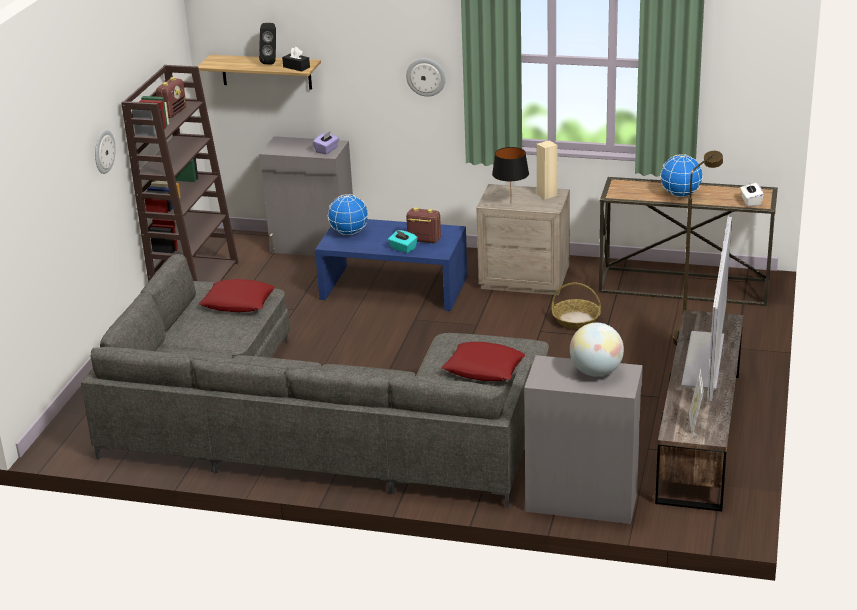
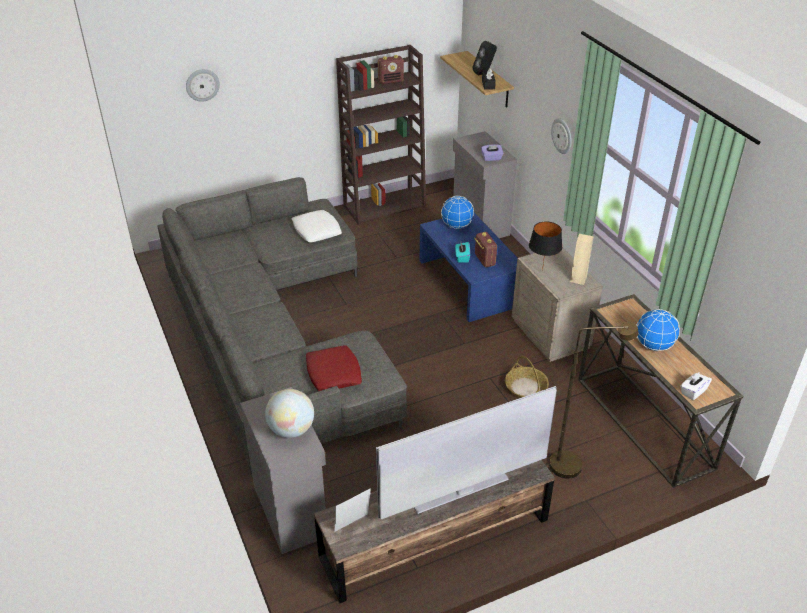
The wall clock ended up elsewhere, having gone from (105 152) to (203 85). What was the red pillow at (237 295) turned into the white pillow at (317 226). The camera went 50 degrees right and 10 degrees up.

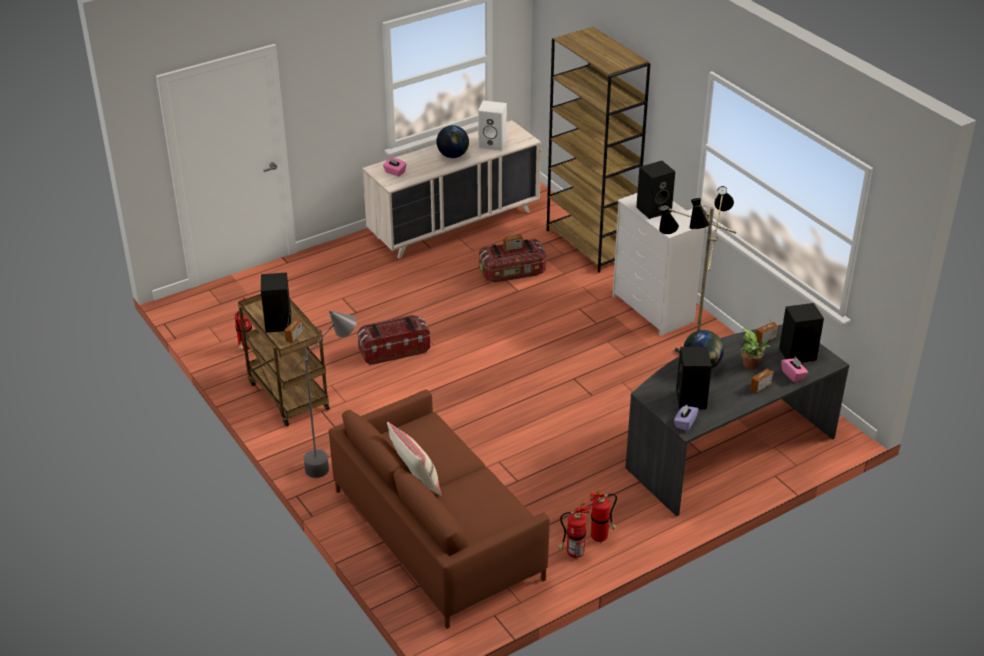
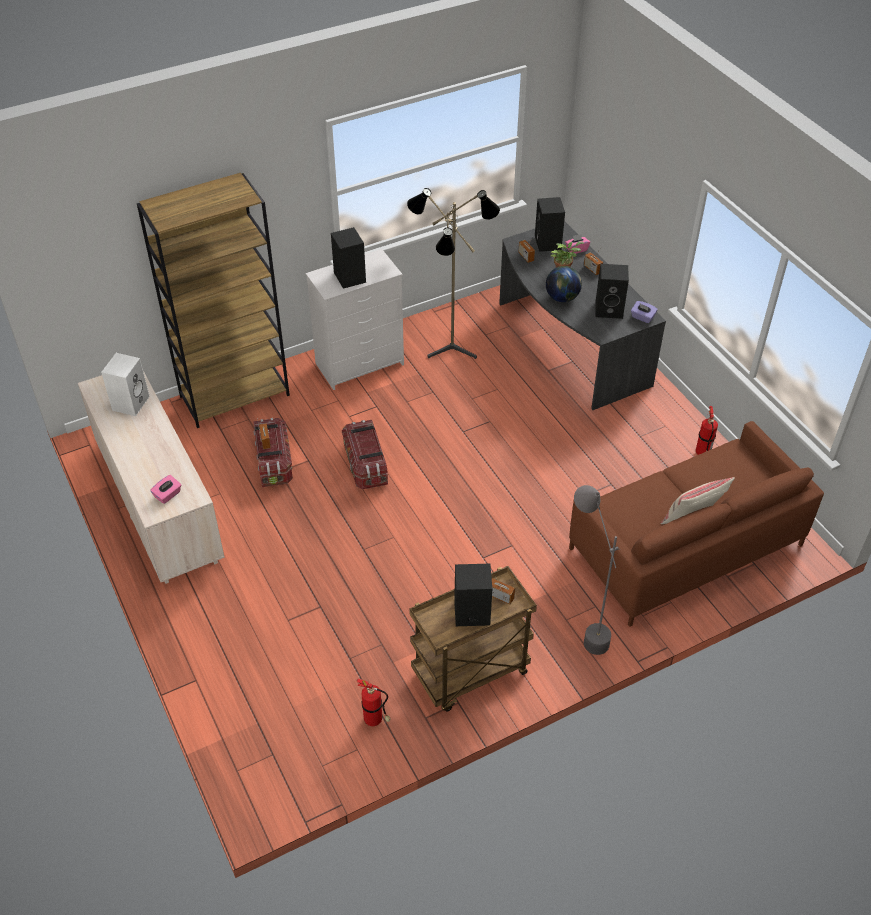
The storage box ended up elsewhere, having gone from (393 340) to (365 454). The second view lost the globe at (452 141). The second view lost the fire extinguisher at (603 516). The camera went 85 degrees left and 10 degrees up.

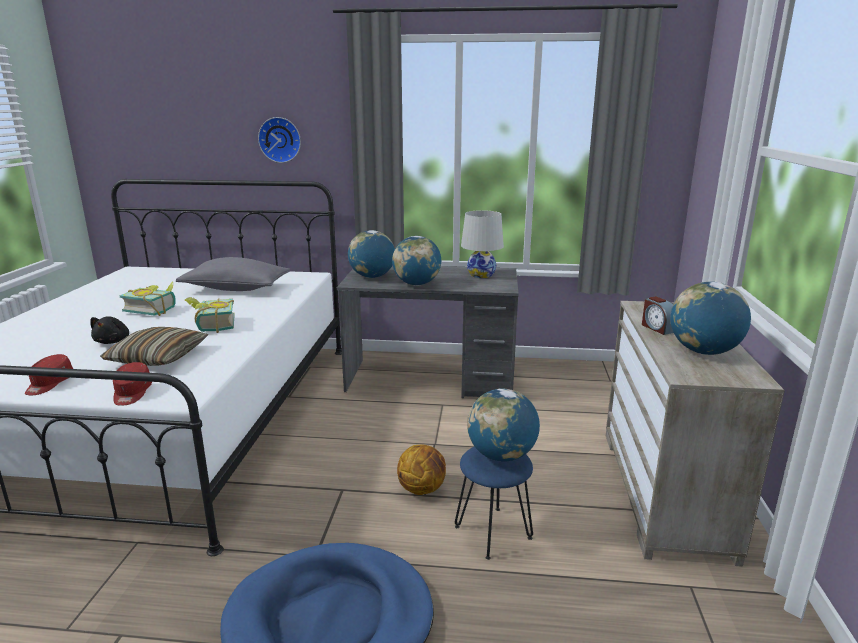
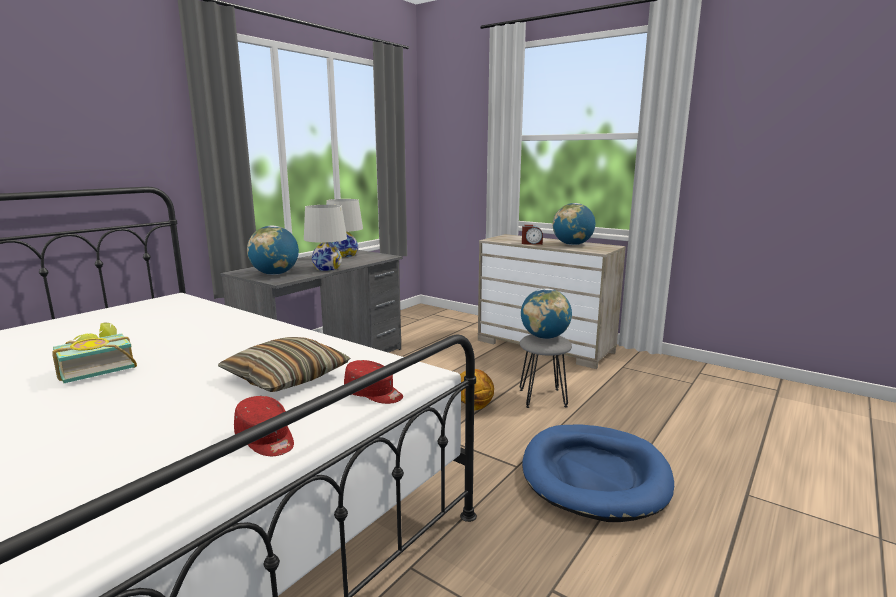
The second view lost the black plush toy at (109 330). The second view lost the grey pillow at (233 274). The second view lost the book at (210 315). The second view lost the wall clock at (279 140). Where the globe stood at (416 260), the white table lamp came to stand at (325 238). What was the blue stool at (494 503) turned into the grey stool at (546 371). The camera went 60 degrees left and 5 degrees down.

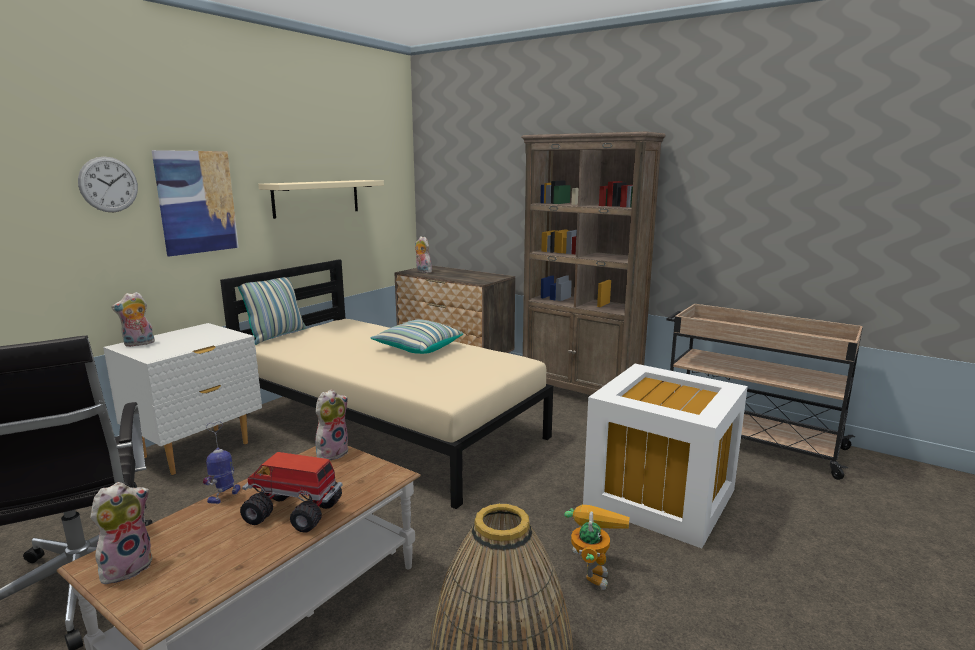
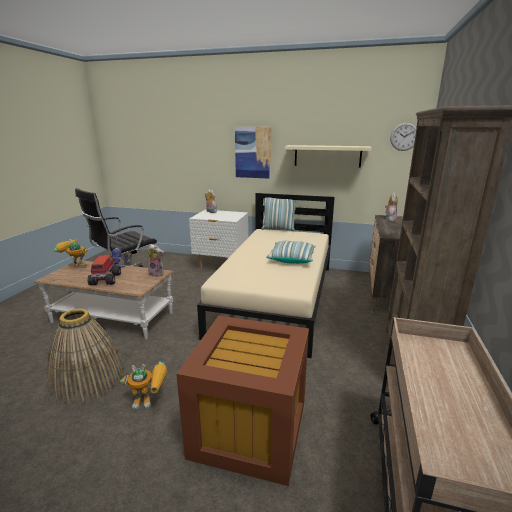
The wall clock ended up elsewhere, having gone from (108 184) to (403 136). Where the plush toy stood at (121 533), the toy robot came to stand at (70 252). What was the white storage box at (665 456) turned into the brown storage box at (242 401). The camera went 70 degrees right and 5 degrees up.

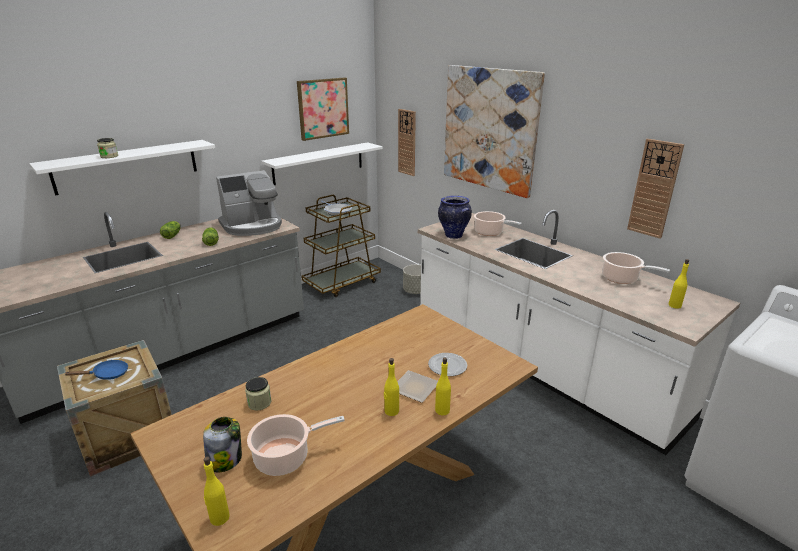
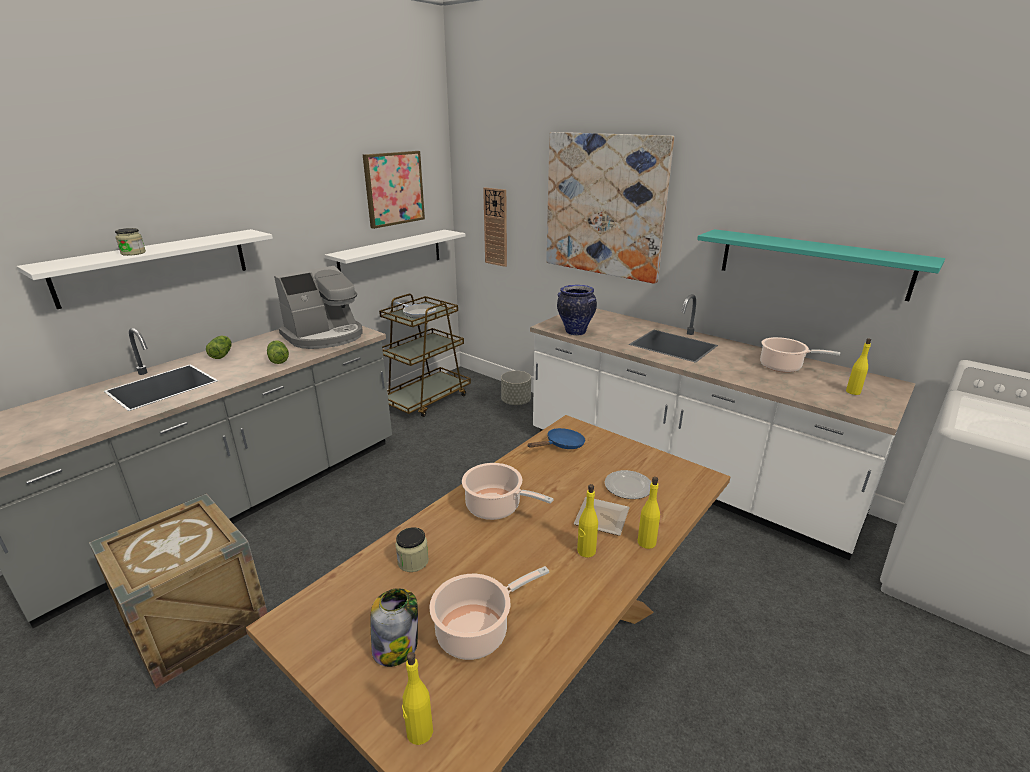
The blue frying pan ended up elsewhere, having gone from (96 370) to (556 438). The cooking pot ended up elsewhere, having gone from (498 223) to (507 491). Where the wall clock hung at (655 189), the turquoise shelf came to hang at (821 265). The camera went 10 degrees left and 0 degrees up.

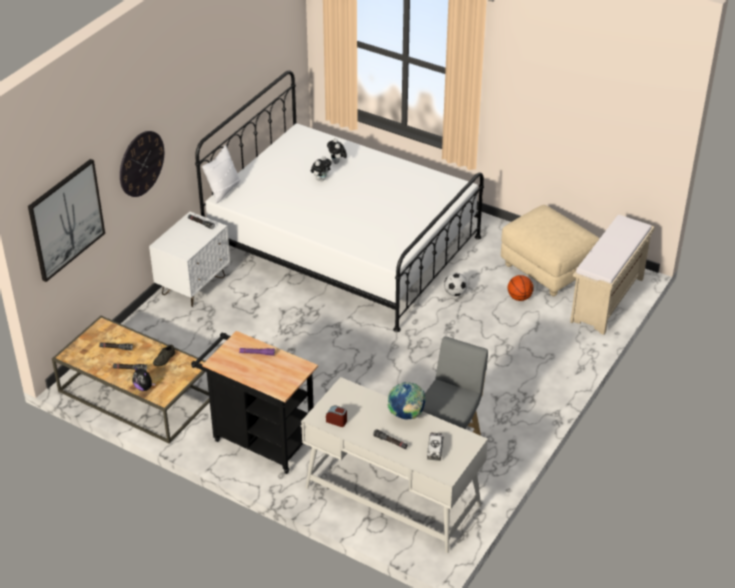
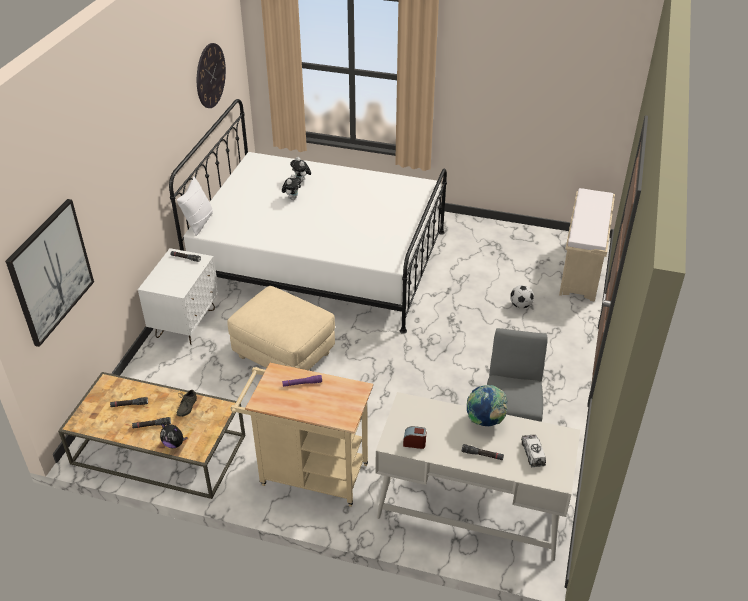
The wall clock ended up elsewhere, having gone from (142 164) to (211 75). What was the black cart at (254 402) turned into the beige cart at (302 435). The football ended up elsewhere, having gone from (456 284) to (522 297). The beige ottoman ended up elsewhere, having gone from (550 250) to (281 328). The second view lost the basketball at (521 288). The camera went 15 degrees left and 0 degrees up.

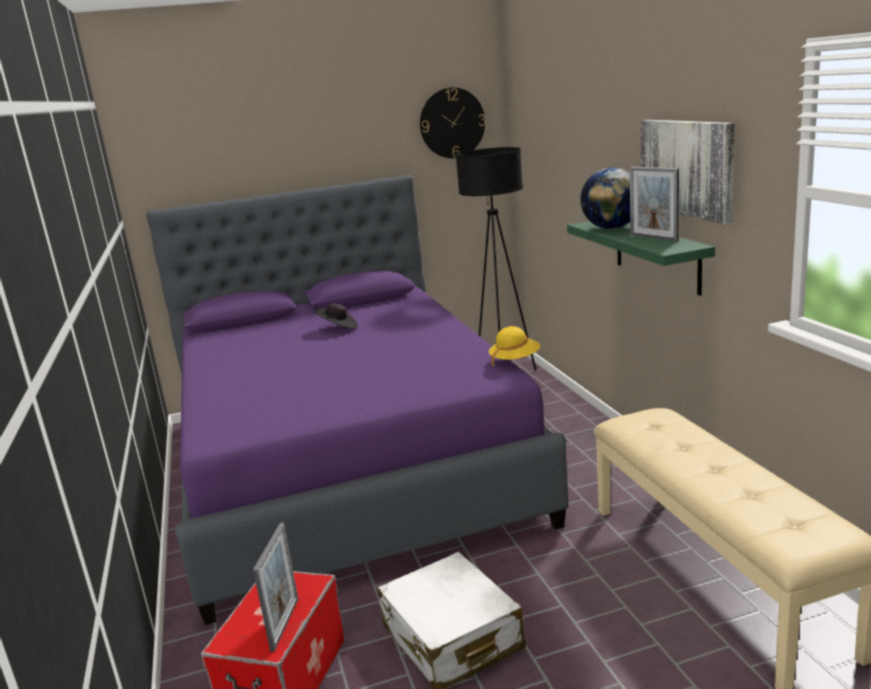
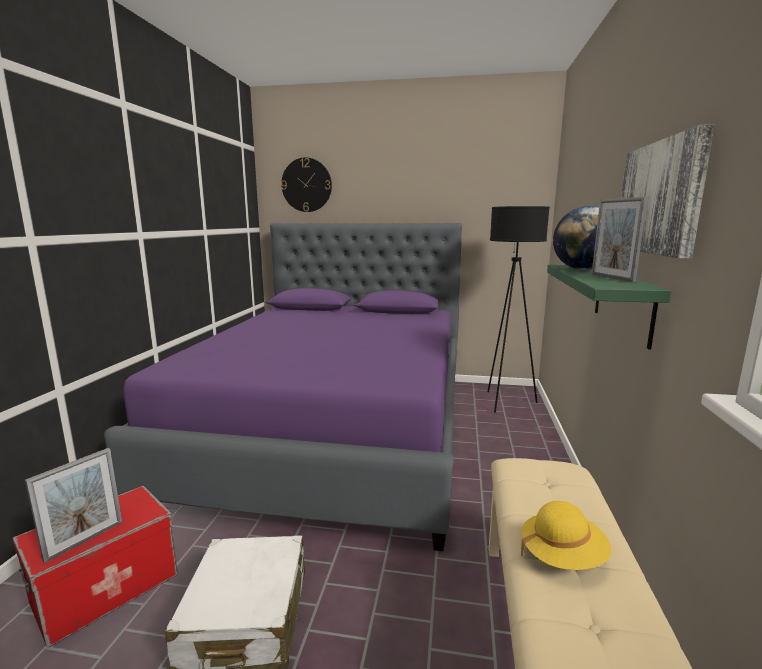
The second view lost the black hat at (336 316). The wall clock ended up elsewhere, having gone from (453 122) to (306 185). The yellow hat ended up elsewhere, having gone from (514 346) to (566 535). The camera went 25 degrees right and 5 degrees down.

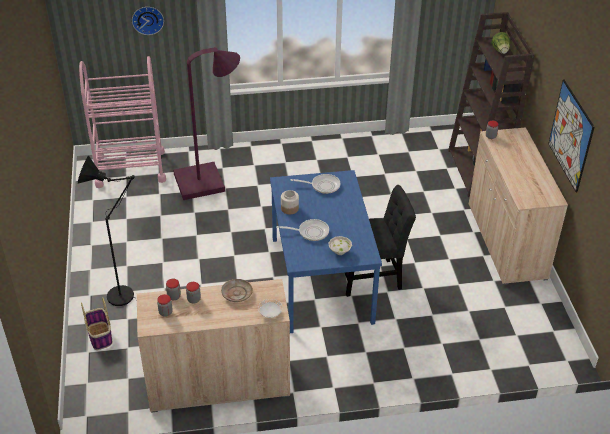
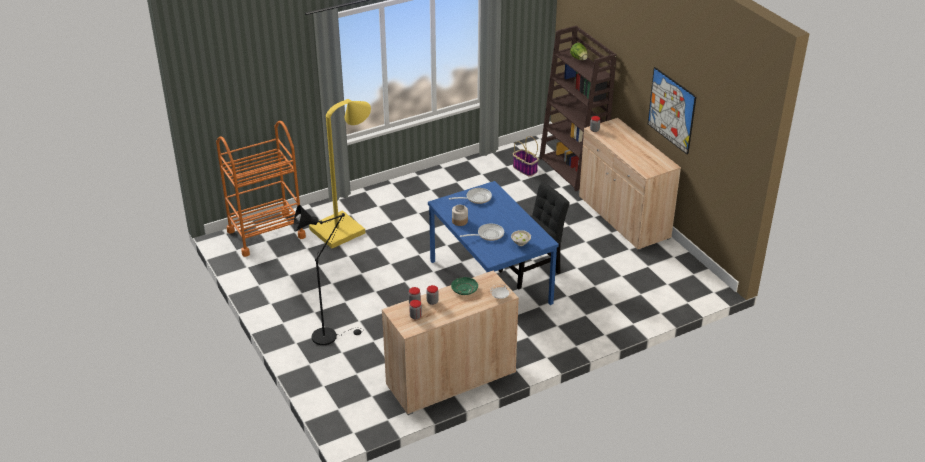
What was the pink cart at (122 122) turned into the orange cart at (261 189). The basket ended up elsewhere, having gone from (96 323) to (526 156). The second view lost the wall clock at (148 21). What was the purple floor lamp at (206 123) turned into the yellow floor lamp at (340 173). What was the beige plate at (237 290) turned into the green plate at (464 286). The camera went 20 degrees left and 5 degrees down.

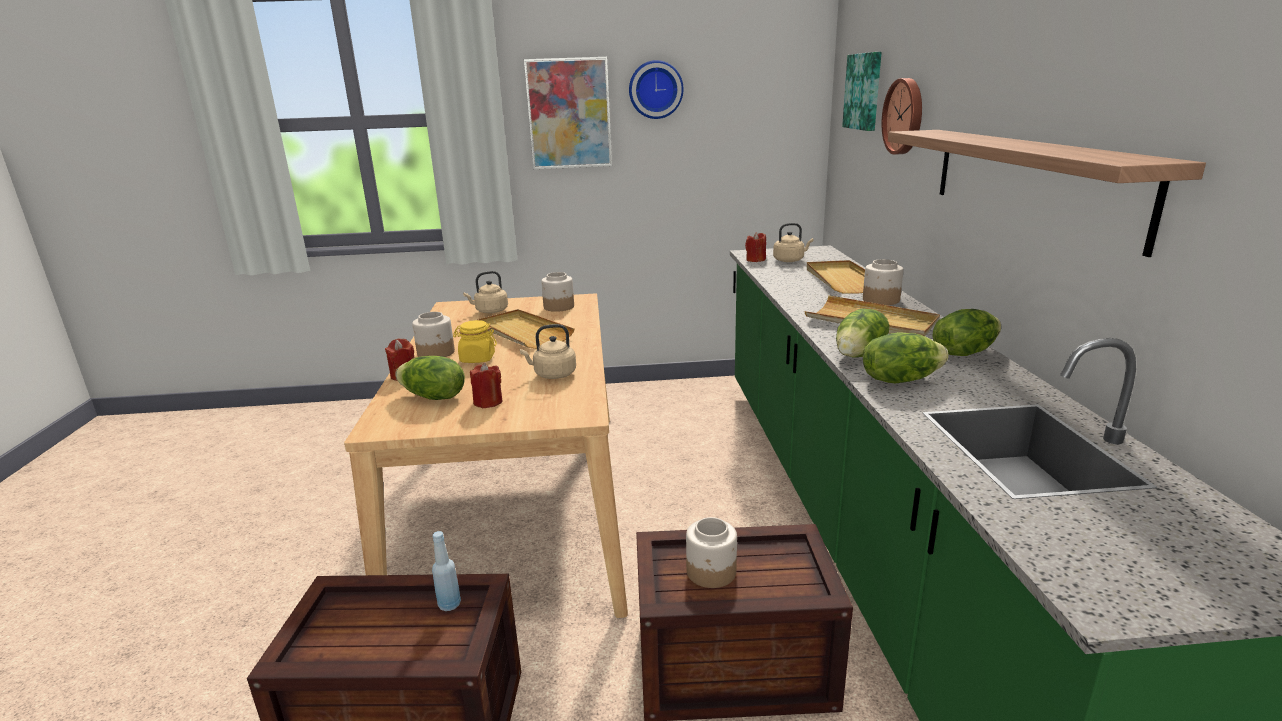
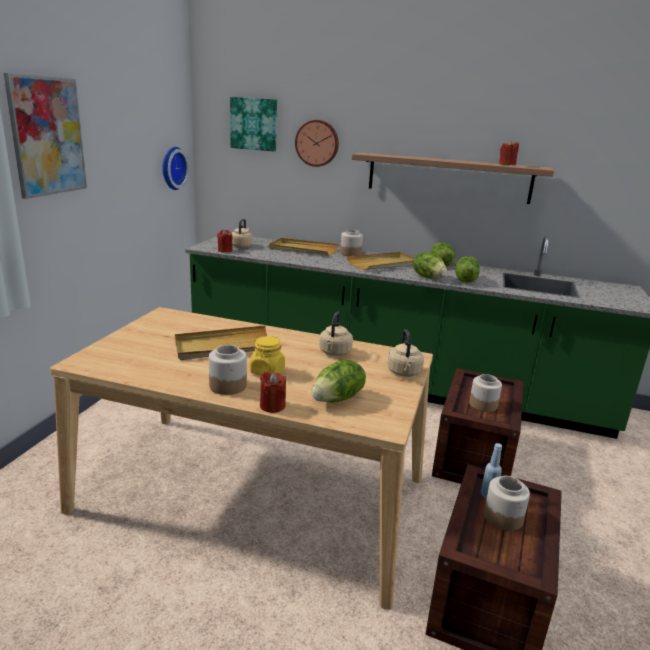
The beige kettle ended up elsewhere, having gone from (485 292) to (405 353). The red candle ended up elsewhere, having gone from (486 385) to (509 152). The jar ended up elsewhere, having gone from (557 292) to (507 503). The wall clock ended up elsewhere, having gone from (656 89) to (175 168). The camera went 70 degrees left and 0 degrees up.

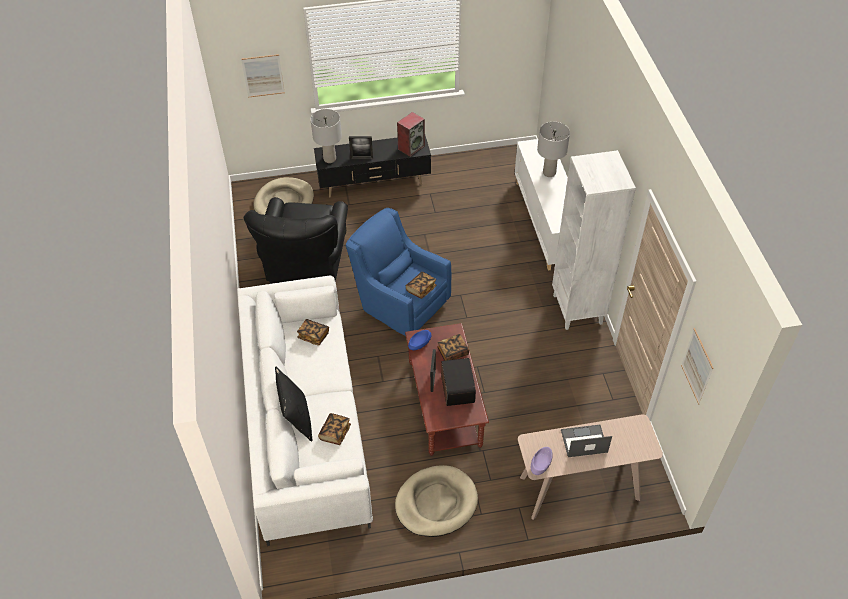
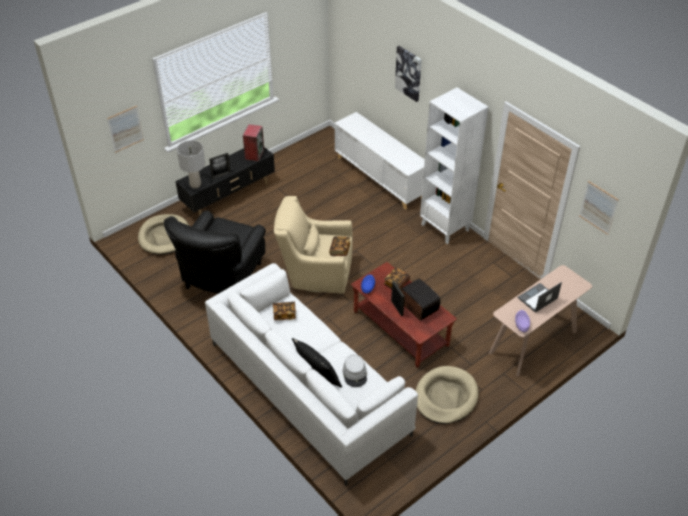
The black armchair at (296 240) ended up facing another way, 45 degrees clockwise from before. Where the book stood at (334 429), the grey hat came to stand at (355 370). What was the blue armchair at (398 272) turned into the beige armchair at (313 245). The second view lost the grey table lamp at (553 149). The second view gained the picture at (408 74). The camera went 30 degrees left and 5 degrees down.

